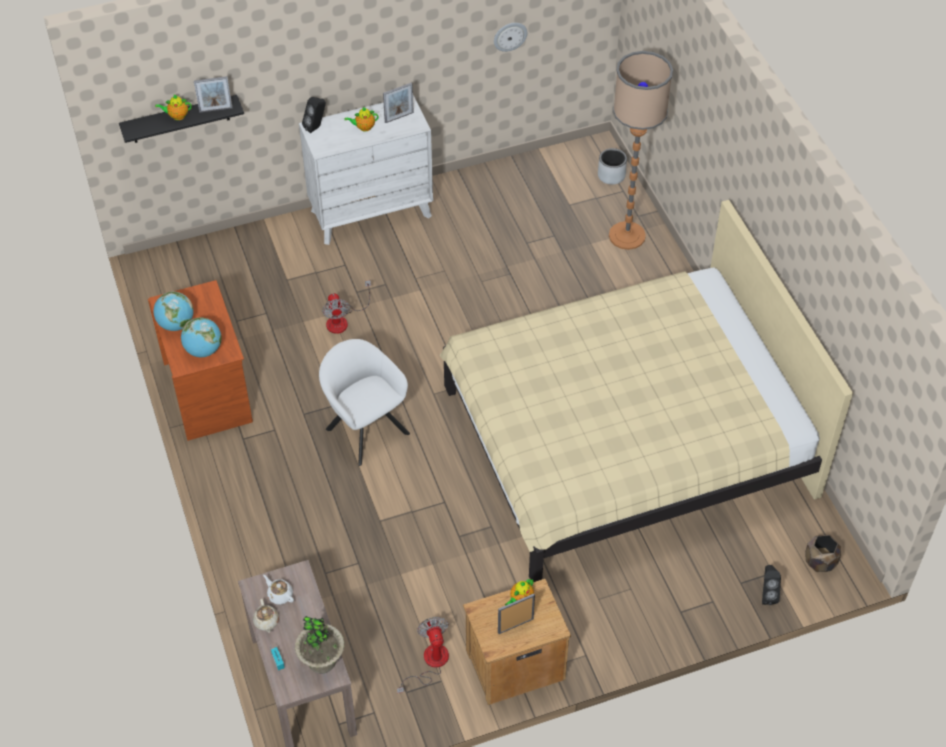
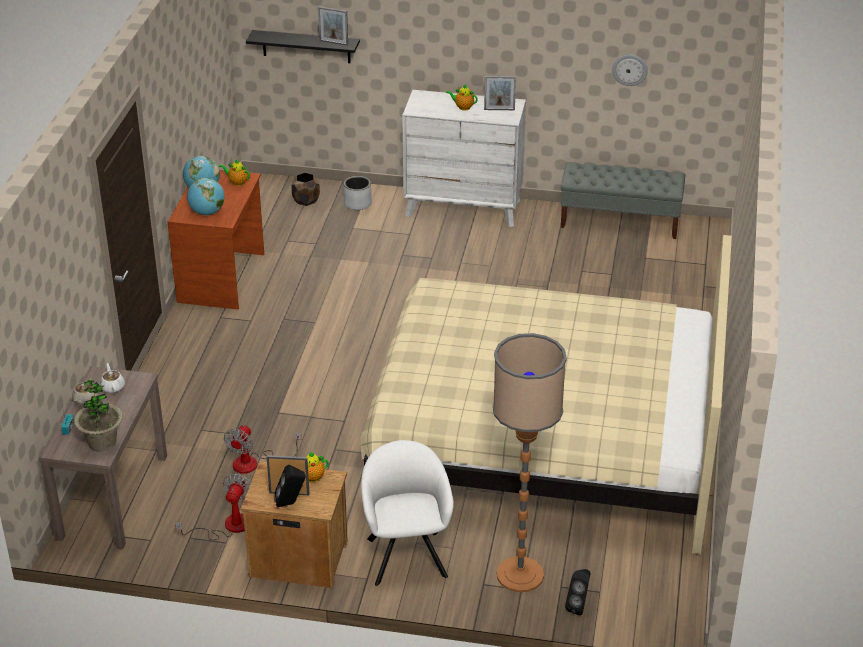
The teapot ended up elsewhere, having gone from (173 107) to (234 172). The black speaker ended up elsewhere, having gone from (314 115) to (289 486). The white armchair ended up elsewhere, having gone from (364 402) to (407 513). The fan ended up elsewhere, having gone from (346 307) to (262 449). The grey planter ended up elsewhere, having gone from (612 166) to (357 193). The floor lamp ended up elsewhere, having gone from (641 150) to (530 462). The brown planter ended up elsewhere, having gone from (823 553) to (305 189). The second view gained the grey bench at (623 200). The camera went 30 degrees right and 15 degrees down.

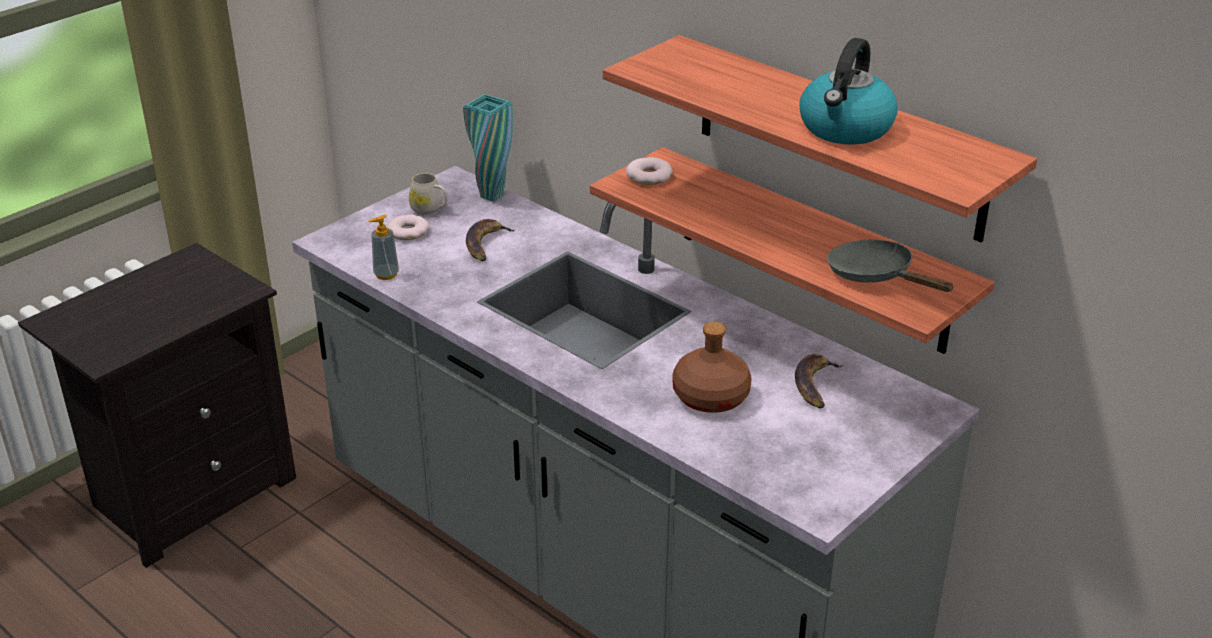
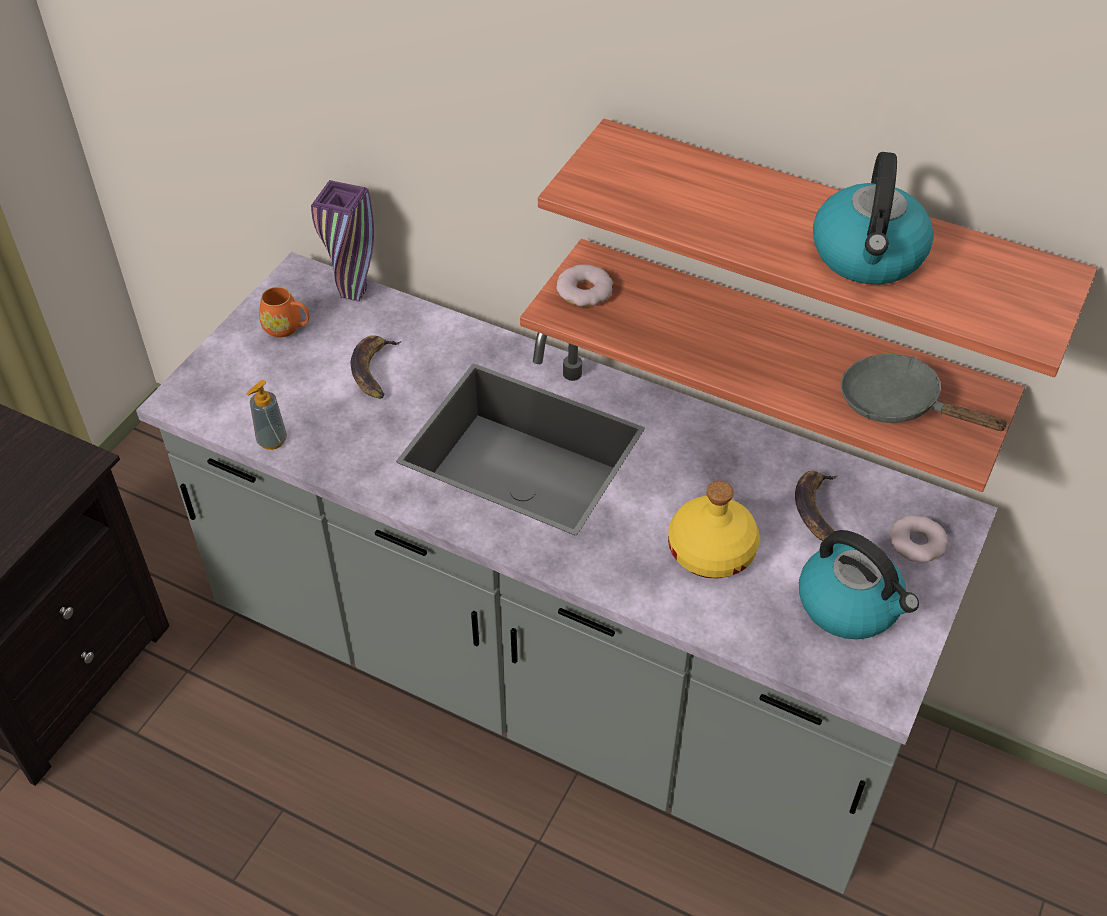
The donut ended up elsewhere, having gone from (408 227) to (918 539). What was the white mug at (428 194) turned into the orange mug at (284 312). What was the turquoise vase at (488 148) turned into the purple vase at (342 240). What was the brown bottle at (712 367) turned into the yellow bottle at (714 530). The second view gained the kettle at (859 584). The camera went 15 degrees left and 15 degrees up.

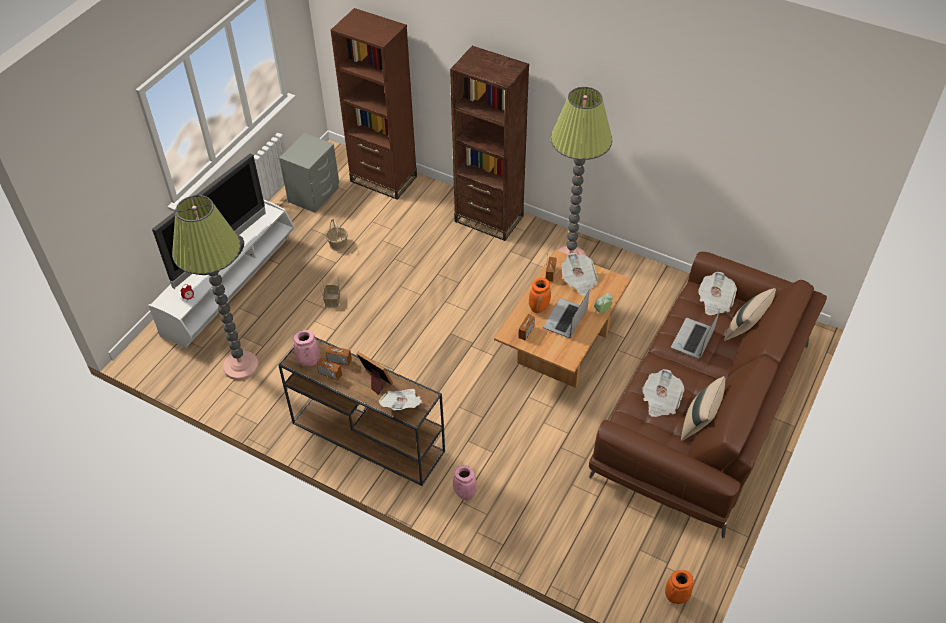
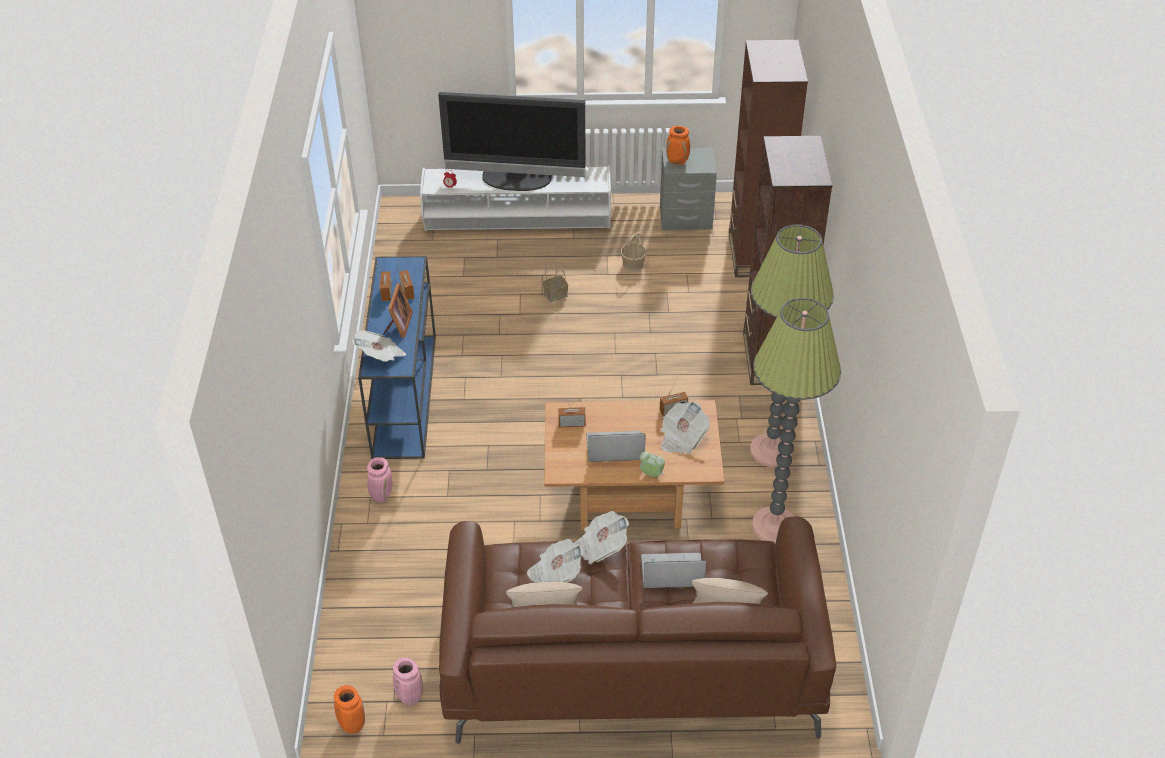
The floor lamp ended up elsewhere, having gone from (215 287) to (796 421). What was the brown console table at (361 411) turned into the blue console table at (397 357). The pink vase ended up elsewhere, having gone from (307 348) to (408 681). The orange vase ended up elsewhere, having gone from (540 295) to (678 145). The newspaper ended up elsewhere, having gone from (717 293) to (601 537). The camera went 60 degrees right and 5 degrees down.

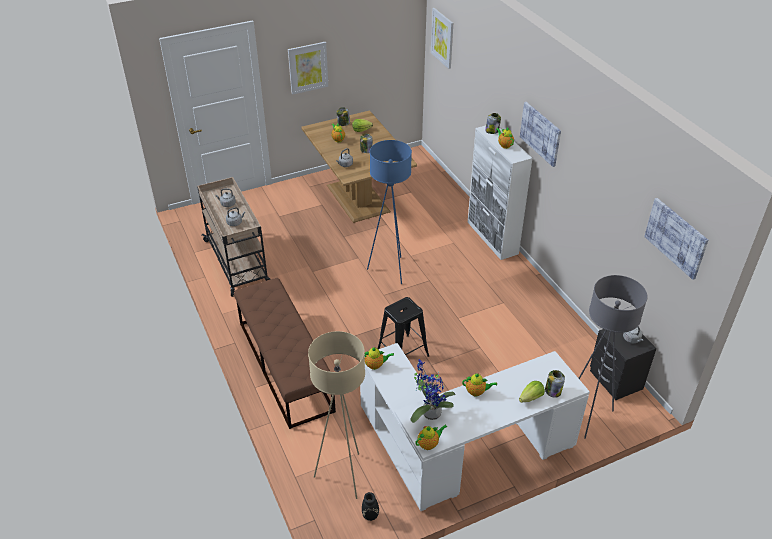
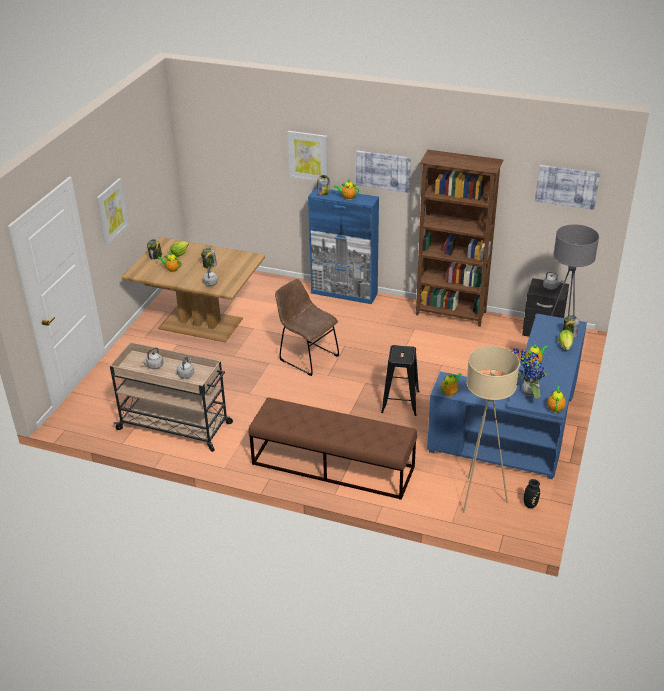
What was the white desk at (475 427) turned into the blue desk at (507 396). Where the blue floor lamp stood at (389 212), the brown chair came to stand at (307 327). The picture ended up elsewhere, having gone from (442 38) to (307 156). What was the white cabinet at (500 193) turned into the blue cabinet at (343 245). The second view gained the brown bookcase at (459 238). The camera went 45 degrees left and 5 degrees down.

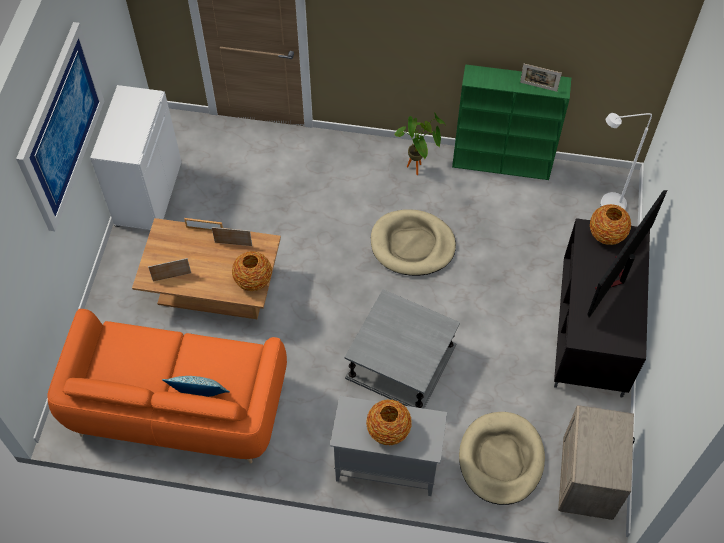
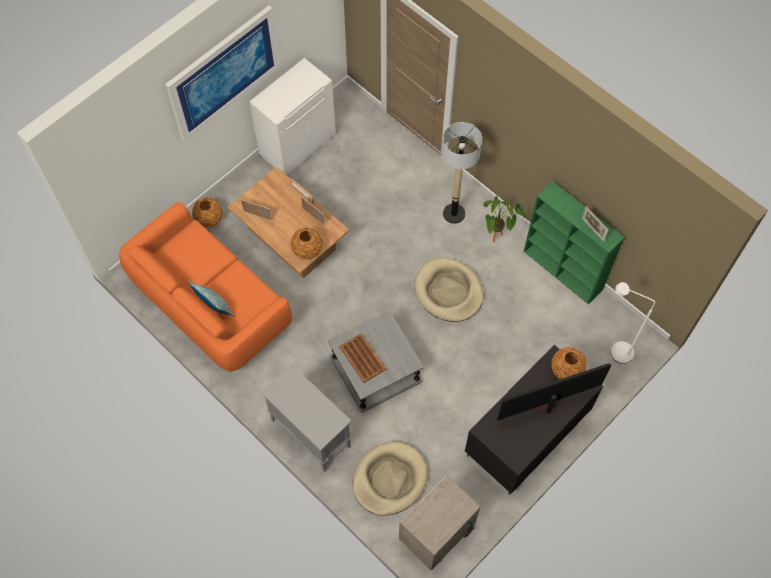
The vase ended up elsewhere, having gone from (389 422) to (207 212). The second view gained the brown tray at (362 358). The second view gained the floor lamp at (462 173). The camera went 35 degrees right and 5 degrees up.

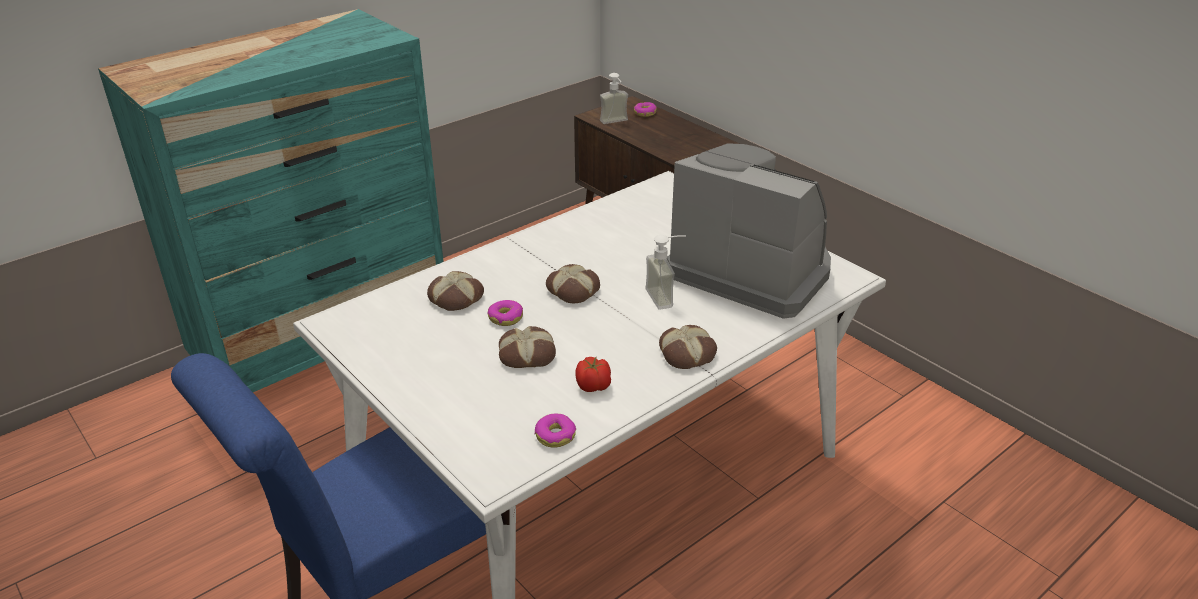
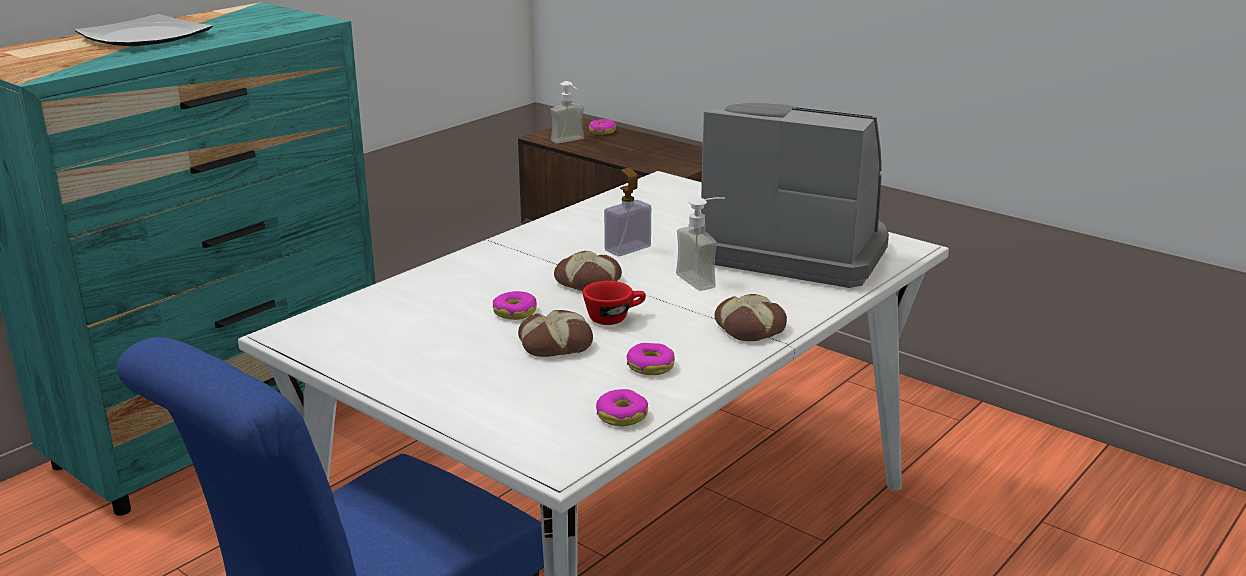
The second view lost the bread at (455 291). Where the tomato stood at (593 374), the donut came to stand at (651 359). The second view gained the plate at (144 30). The second view gained the red cup at (614 303). The second view gained the soap dispenser at (627 212). The camera went 10 degrees left and 10 degrees down.

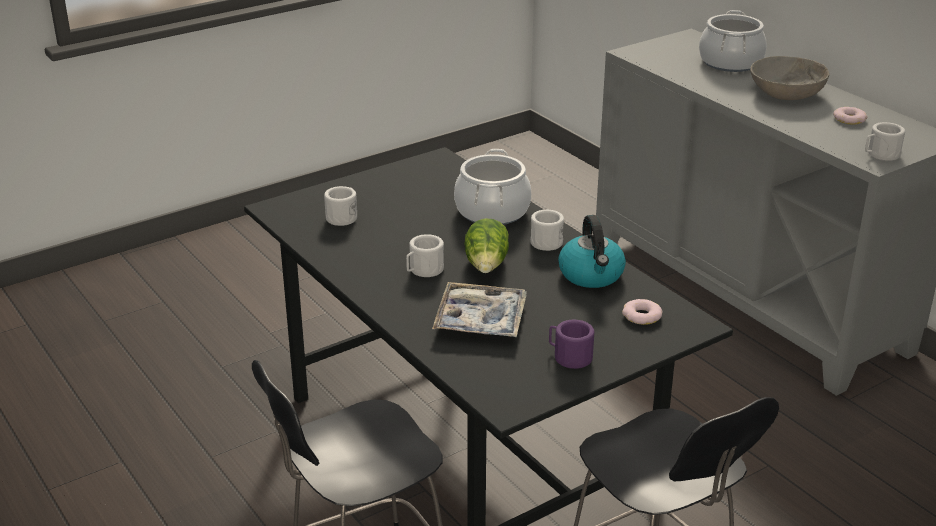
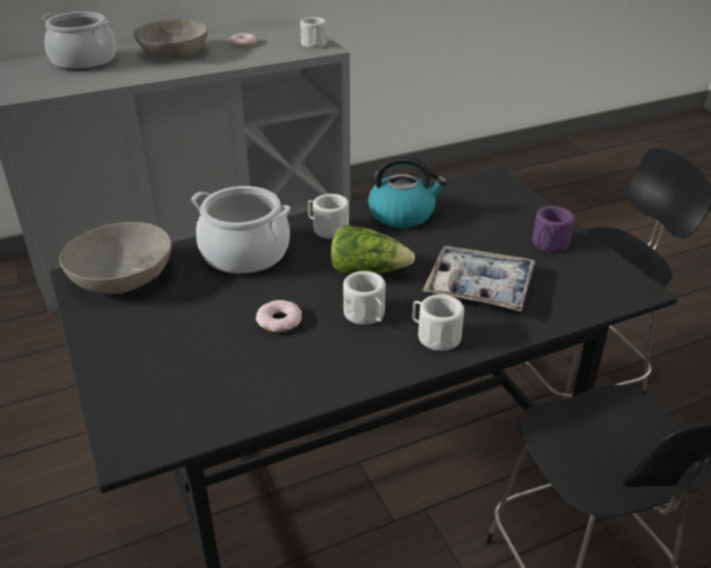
The white mug ended up elsewhere, having gone from (340 206) to (438 322). The donut ended up elsewhere, having gone from (642 312) to (279 316). The second view gained the grey bowl at (115 258). The camera went 80 degrees left and 5 degrees up.

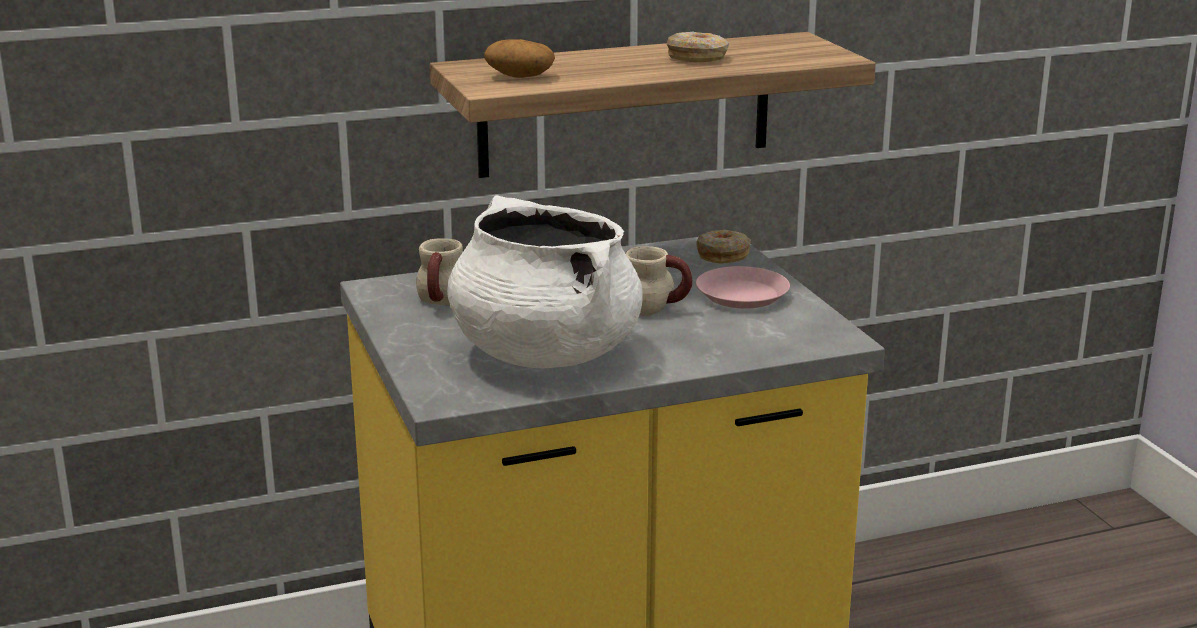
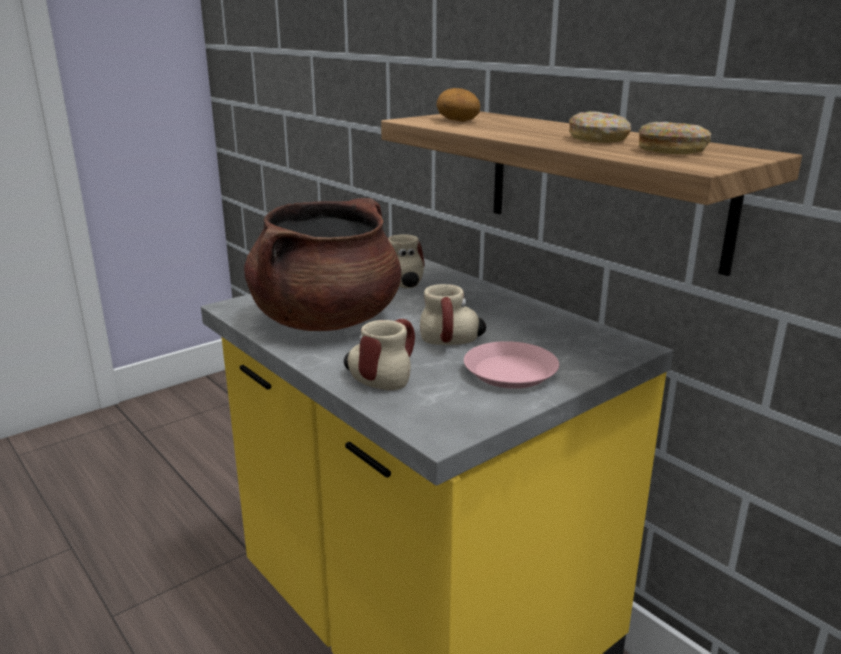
What was the white cooking pot at (545 281) turned into the brown cooking pot at (322 264). The donut ended up elsewhere, having gone from (724 247) to (675 138). The second view gained the mug at (379 354). The camera went 70 degrees right and 0 degrees up.

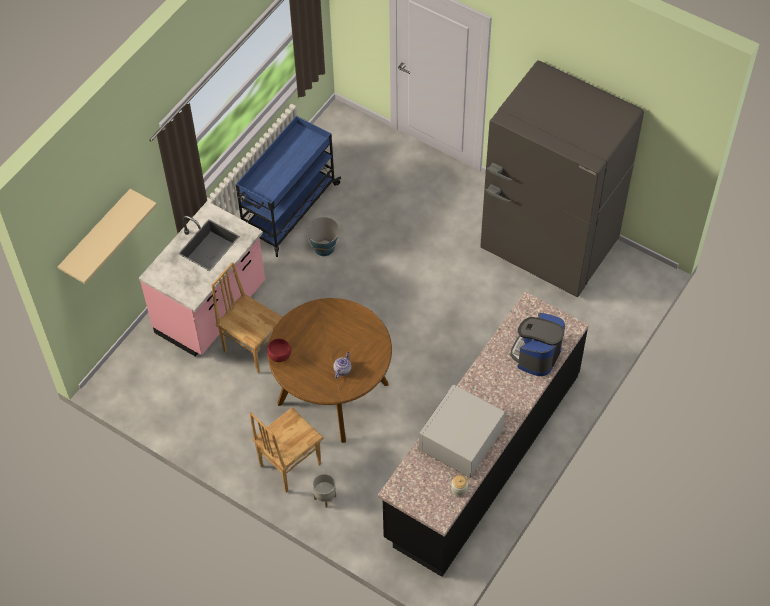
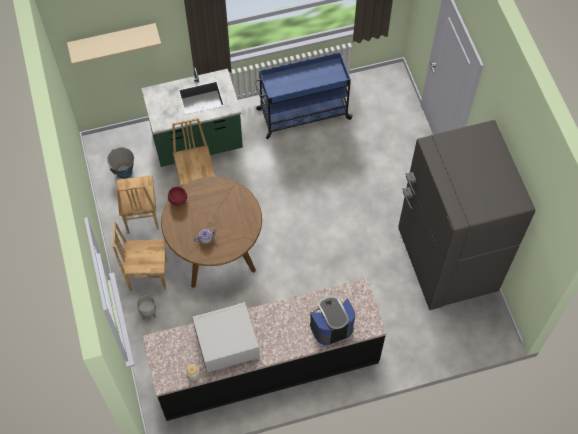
What was the pink counter at (202 279) turned into the green counter at (192 117). The bucket ended up elsewhere, having gone from (323 236) to (120 163). The second view gained the brown chair at (137 204). The camera went 40 degrees right and 5 degrees up.

